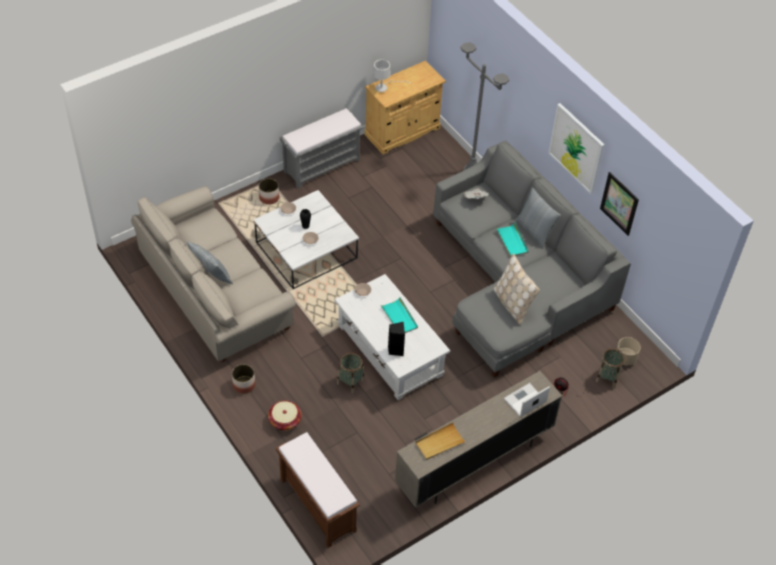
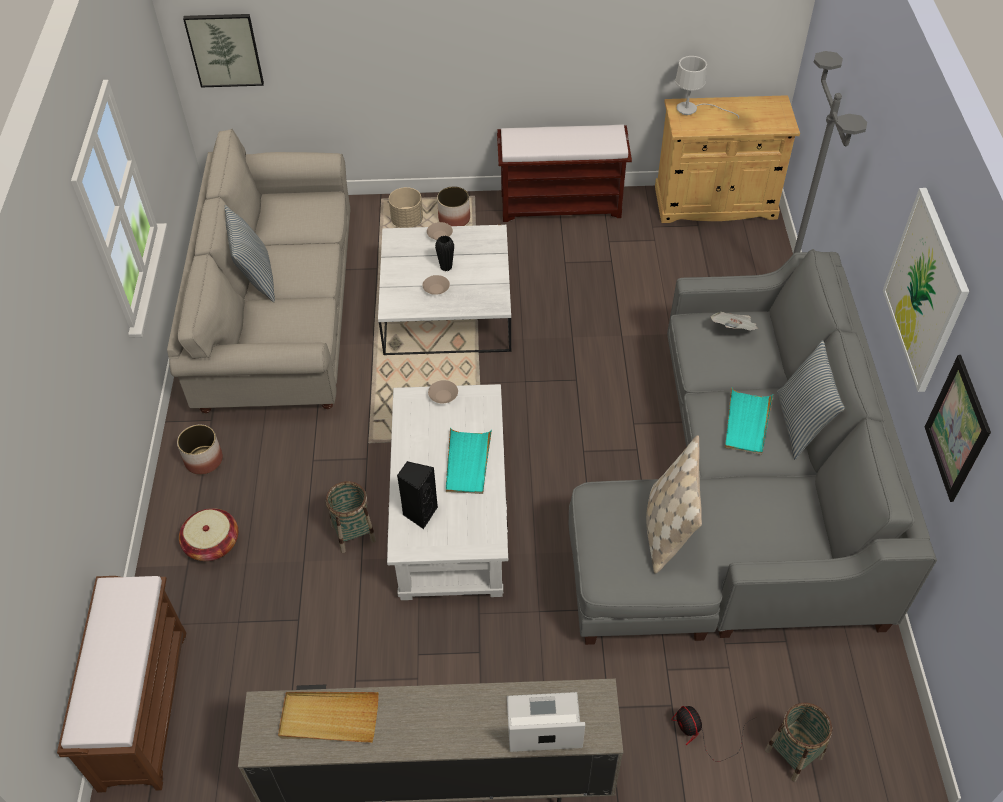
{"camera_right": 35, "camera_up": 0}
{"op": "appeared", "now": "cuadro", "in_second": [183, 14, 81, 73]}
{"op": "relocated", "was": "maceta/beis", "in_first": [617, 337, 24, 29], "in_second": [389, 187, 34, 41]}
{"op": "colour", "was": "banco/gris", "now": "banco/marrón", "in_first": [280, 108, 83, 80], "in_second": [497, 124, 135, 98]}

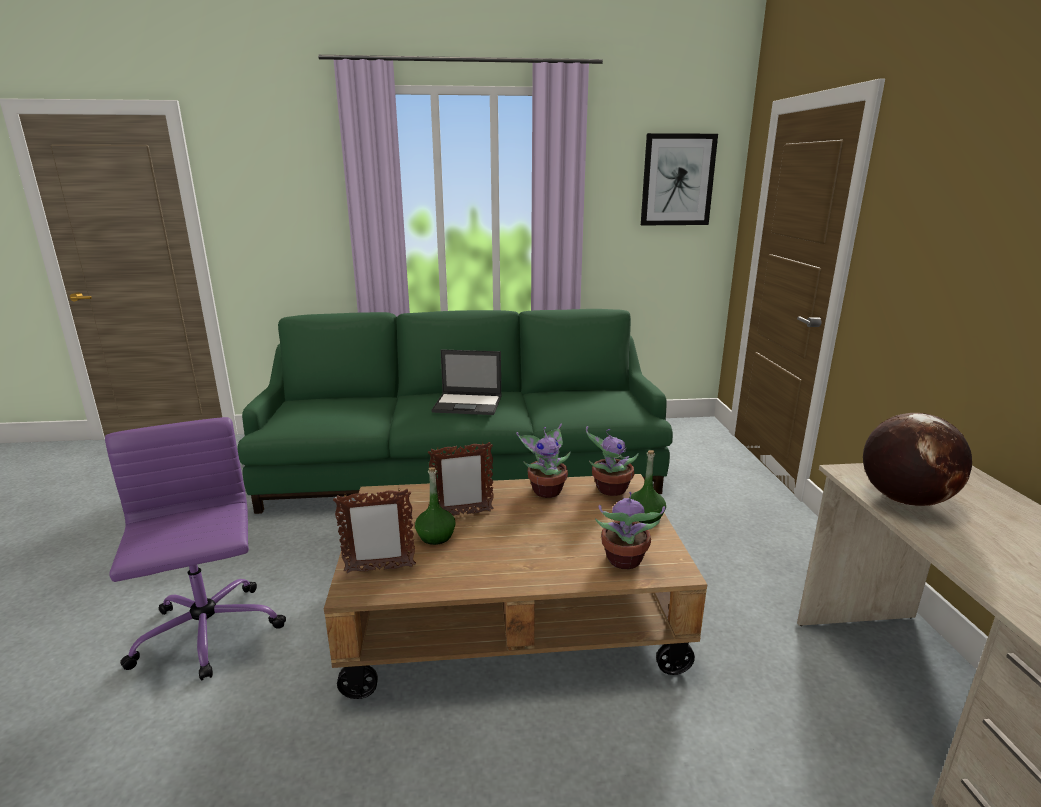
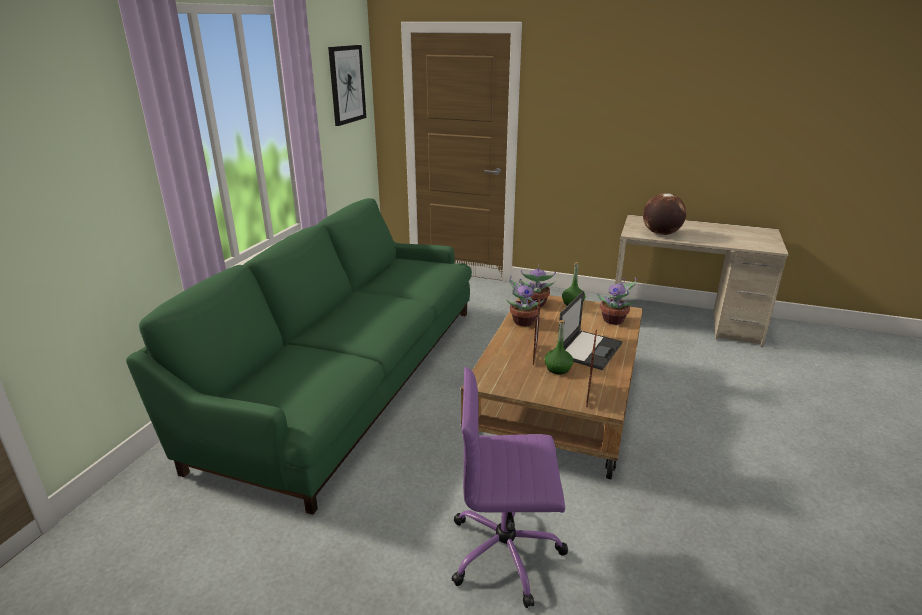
{"camera_right": -65, "camera_up": 5}
{"op": "relocated", "was": "portátil", "in_first": [432, 349, 70, 66], "in_second": [558, 291, 65, 79]}

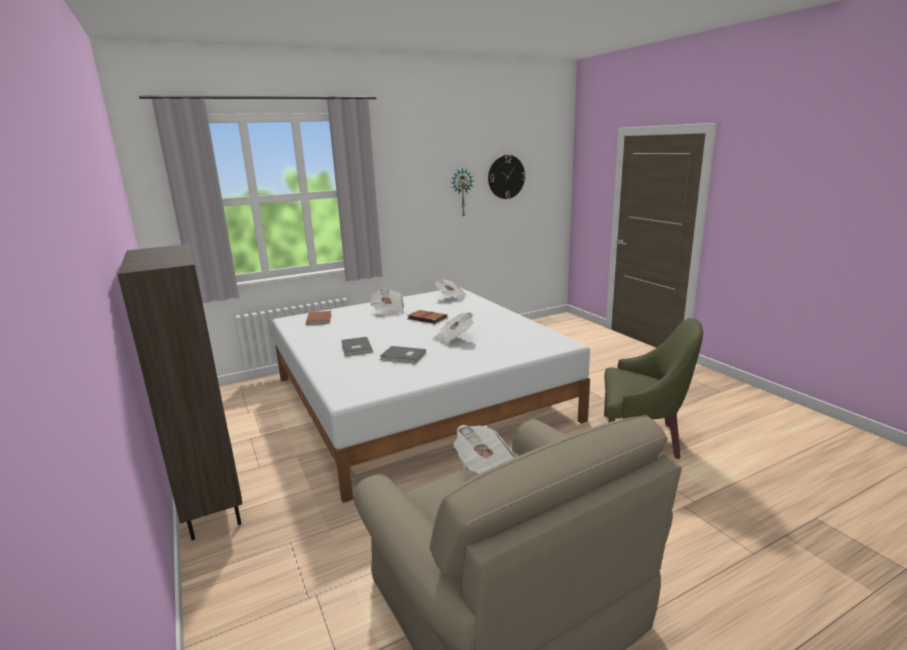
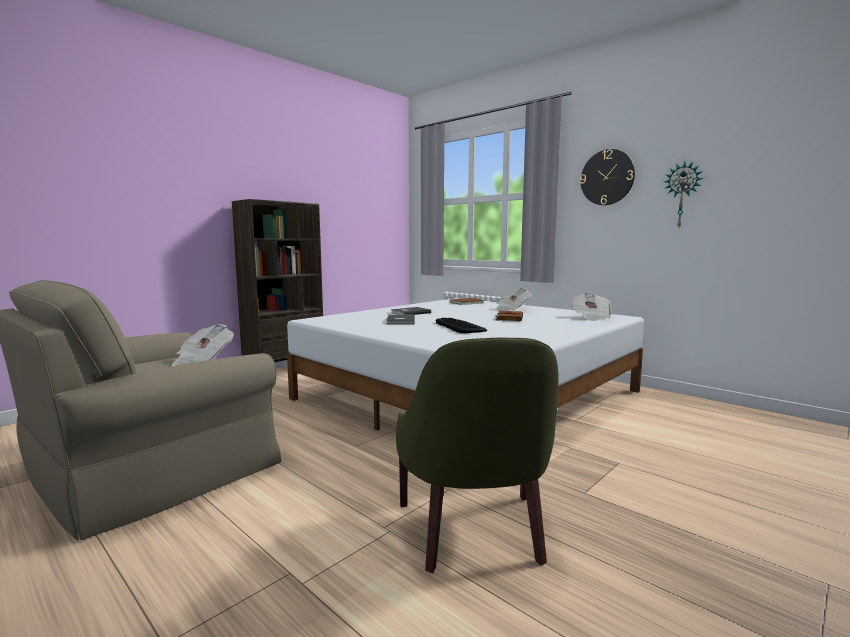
{"camera_right": 70, "camera_up": -10}
{"op": "relocated", "was": "reloj de pared", "in_first": [488, 155, 38, 44], "in_second": [580, 149, 55, 56]}
{"op": "exchanged", "was": "periódico", "now": "teclado", "in_first": [432, 312, 42, 32], "in_second": [435, 318, 52, 15]}

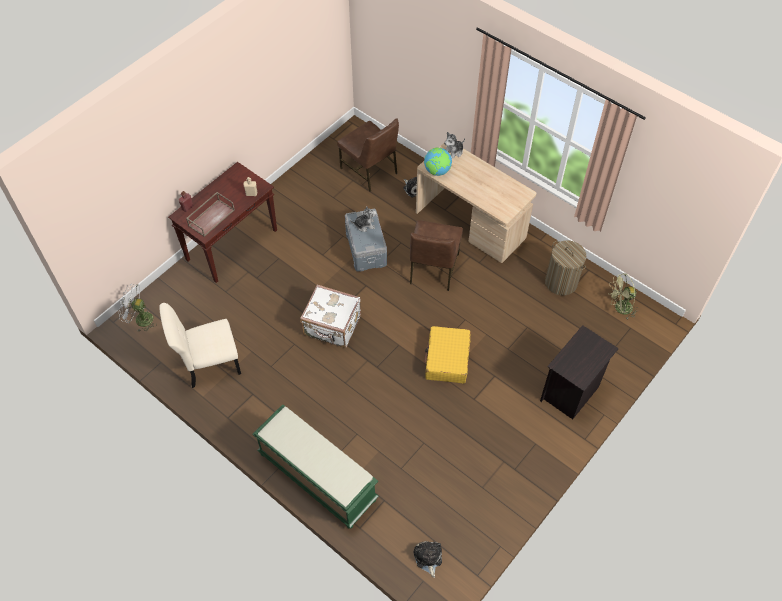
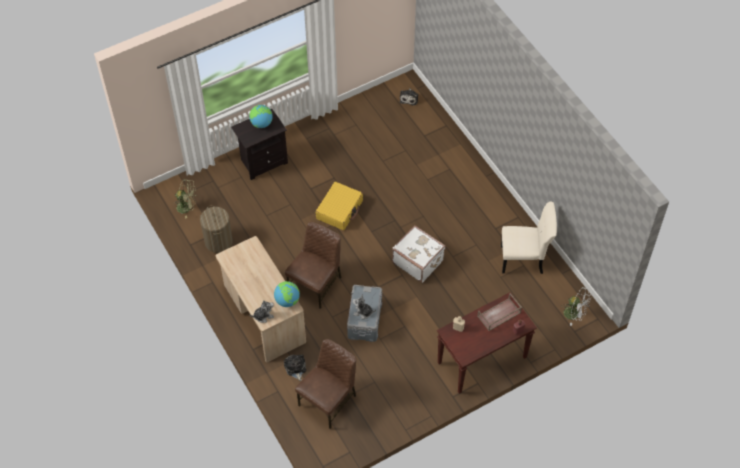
{"camera_right": -160, "camera_up": 0}
{"op": "missing", "was": "banco/verde", "in_first": [252, 404, 127, 125]}
{"op": "appeared", "now": "globo terráqueo", "in_second": [249, 105, 24, 23]}
{"op": "spun", "was": "silla/marrón", "in_first": [337, 119, 62, 73], "in_second": [295, 339, 61, 90], "clockwise": 60}

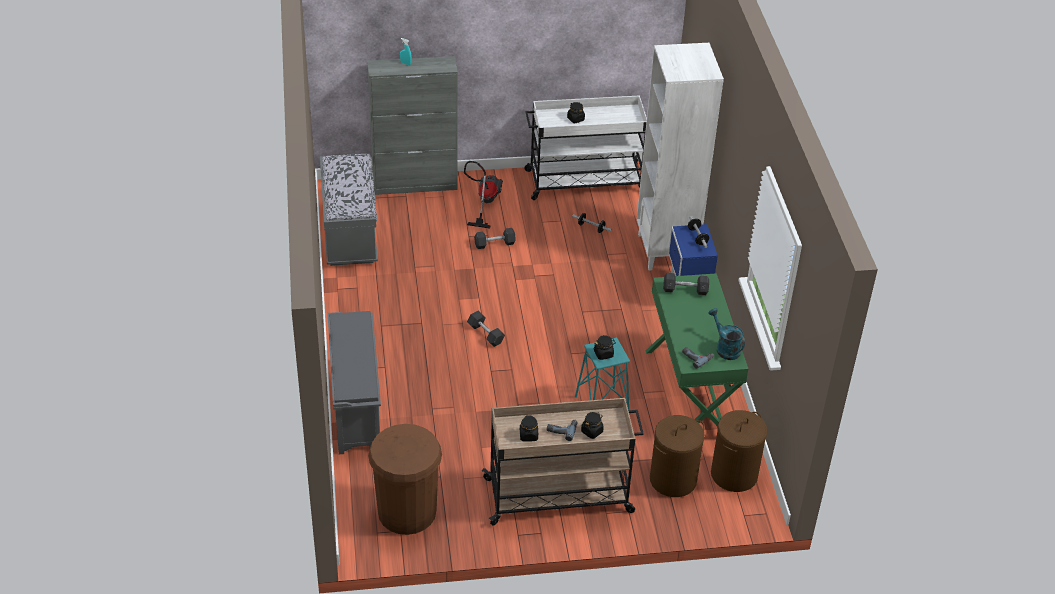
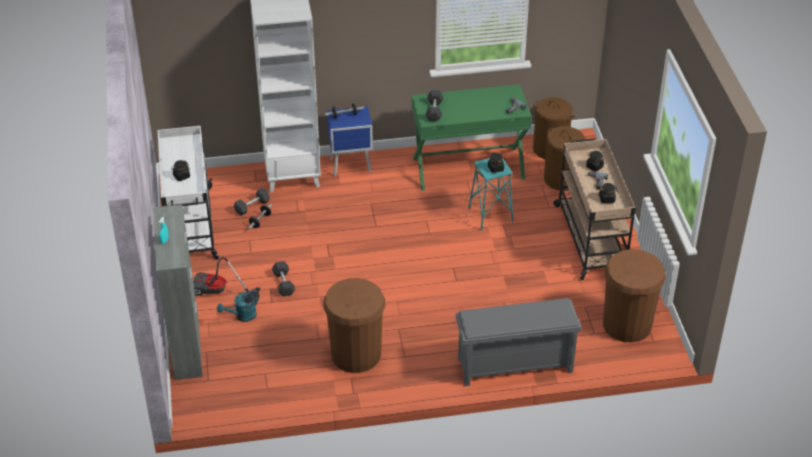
{"camera_right": -90, "camera_up": 0}
{"op": "missing", "was": "banco/gris", "in_first": [320, 154, 58, 112]}
{"op": "appeared", "now": "papelera/marrón", "in_second": [323, 278, 62, 95]}
{"op": "relocated", "was": "mancuerna/gris", "in_first": [467, 311, 38, 36], "in_second": [234, 188, 36, 28]}
{"op": "relocated", "was": "regadera/turquesa", "in_first": [708, 308, 37, 52], "in_second": [217, 290, 42, 32]}

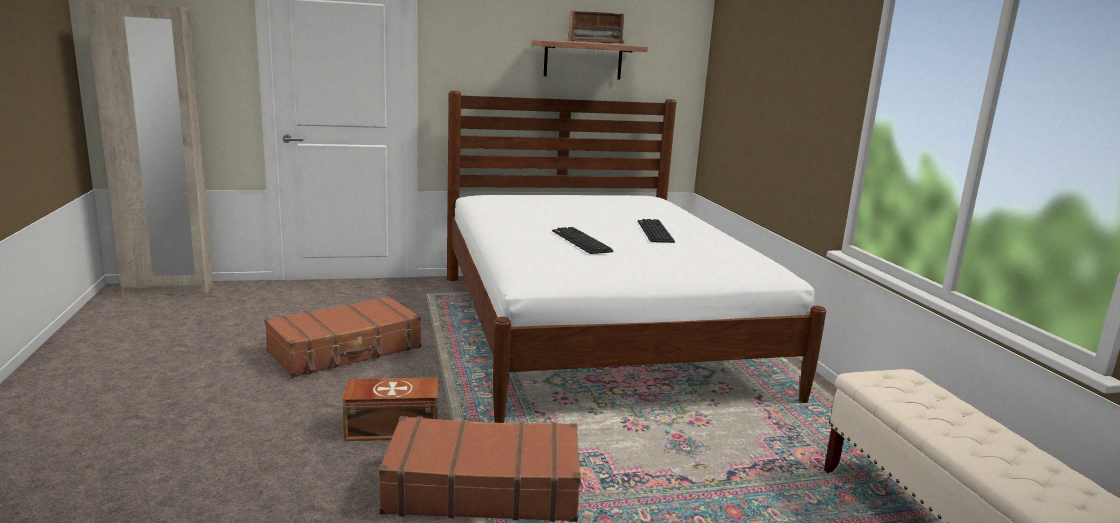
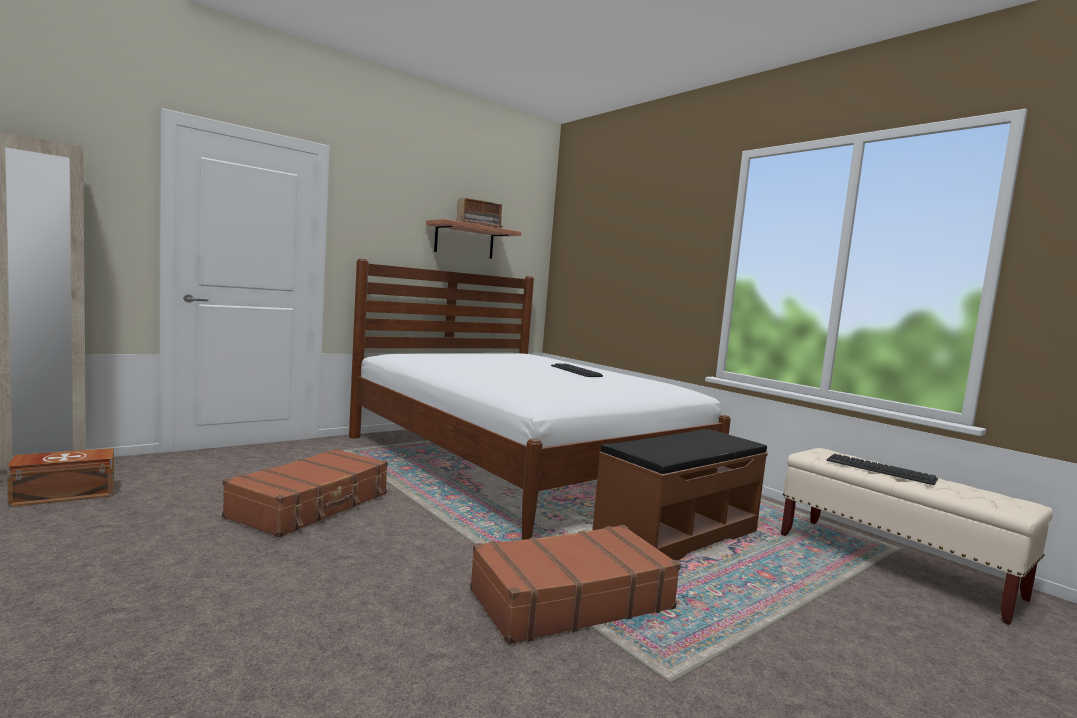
{"camera_right": -25, "camera_up": -10}
{"op": "appeared", "now": "banco/marrón", "in_second": [592, 429, 176, 132]}
{"op": "relocated", "was": "caja de almacenaje/marrón", "in_first": [342, 378, 96, 63], "in_second": [7, 448, 107, 59]}
{"op": "relocated", "was": "teclado", "in_first": [552, 227, 62, 27], "in_second": [827, 454, 111, 31]}

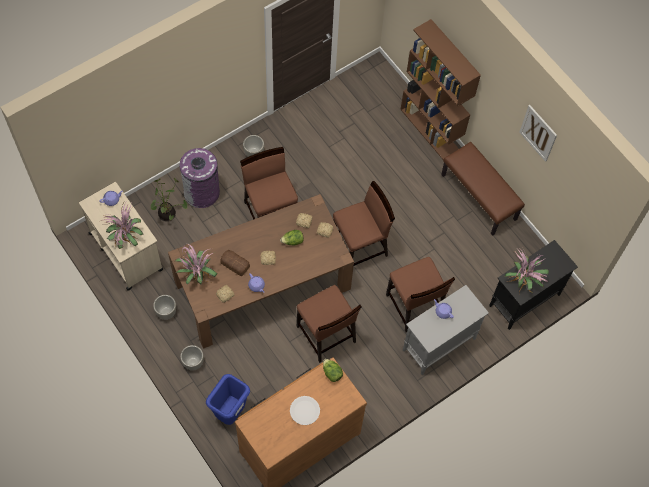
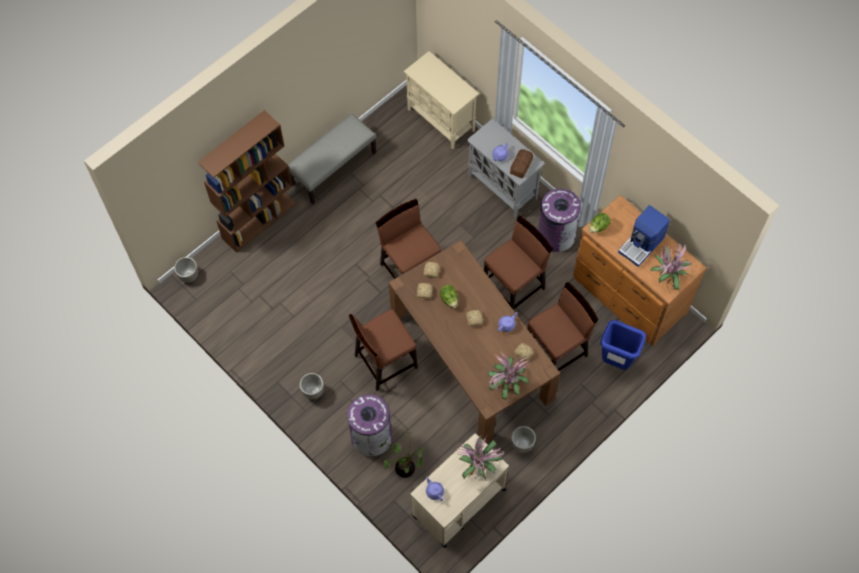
{"camera_right": -95, "camera_up": 0}
{"op": "missing", "was": "cuadro", "in_first": [519, 105, 38, 57]}
{"op": "appeared", "now": "papelera/morado", "in_second": [538, 189, 43, 63]}
{"op": "relocated", "was": "maceta/gris", "in_first": [180, 345, 24, 26], "in_second": [174, 257, 24, 26]}
{"op": "relocated", "was": "pan", "in_first": [220, 250, 30, 27], "in_second": [510, 149, 23, 29]}
{"op": "relocated", "was": "silla/marrón", "in_first": [386, 257, 69, 75], "in_second": [527, 282, 71, 89]}
{"op": "relocated", "was": "planta en maceta", "in_first": [505, 249, 44, 44], "in_second": [650, 244, 45, 49]}
{"op": "exchanged", "was": "plato/blanco", "now": "cafetera", "in_first": [290, 396, 30, 29], "in_second": [618, 205, 52, 62]}
{"op": "colour", "was": "banco/marrón", "now": "banco/gris", "in_first": [441, 142, 84, 94], "in_second": [288, 113, 89, 92]}
{"op": "colour", "was": "armario/negro", "now": "armario/beis", "in_first": [489, 240, 89, 90], "in_second": [404, 51, 75, 98]}

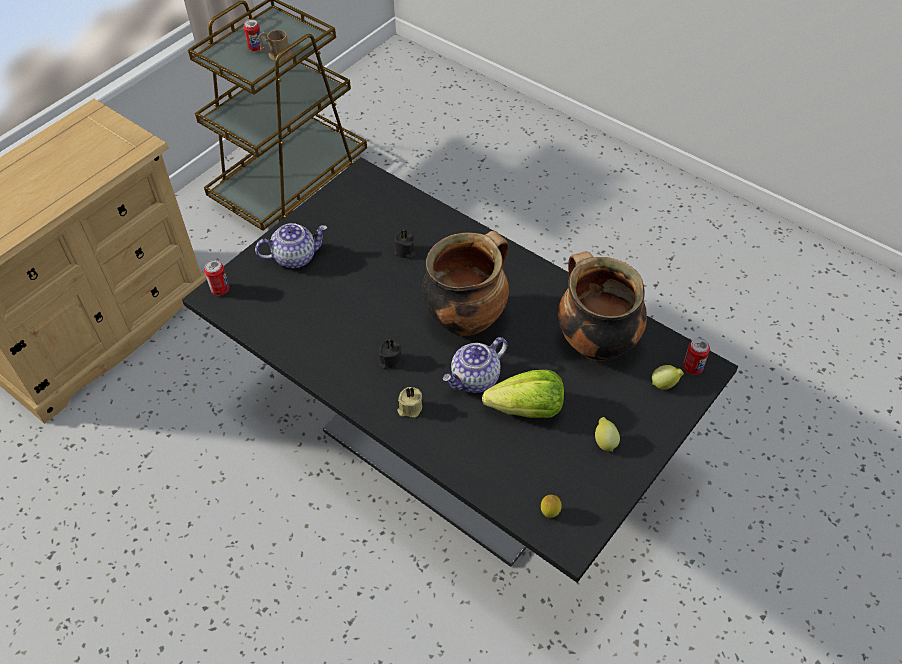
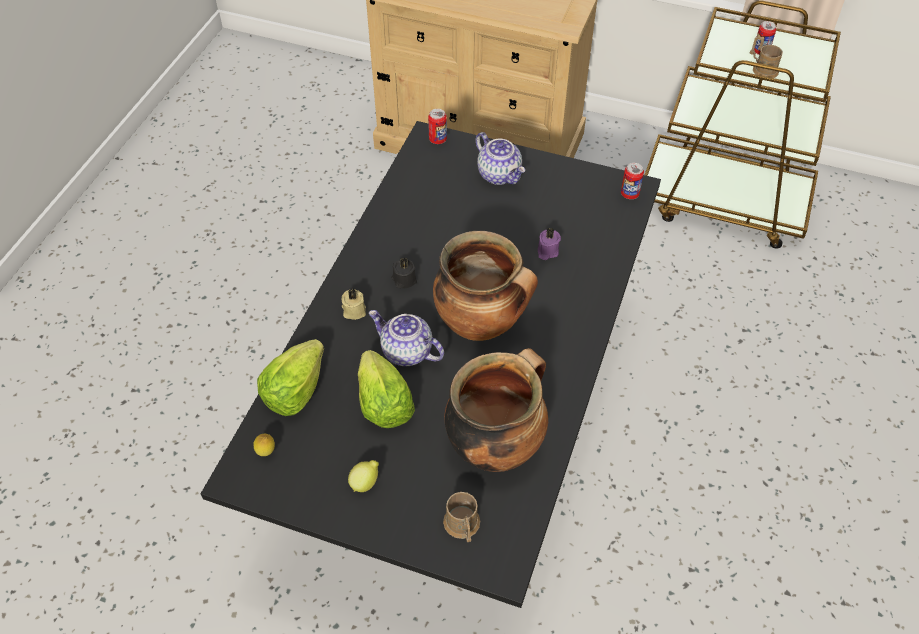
{"camera_right": 70, "camera_up": 0}
{"op": "appeared", "now": "lechuga", "in_second": [257, 339, 67, 77]}
{"op": "relocated", "was": "lata", "in_first": [683, 338, 27, 37], "in_second": [621, 163, 23, 36]}
{"op": "exchanged", "was": "limón", "now": "taza grande/marrón", "in_first": [652, 365, 32, 25], "in_second": [443, 492, 37, 50]}
{"op": "colour", "was": "vela/negro", "now": "vela/morado", "in_first": [395, 229, 21, 30], "in_second": [538, 227, 23, 33]}

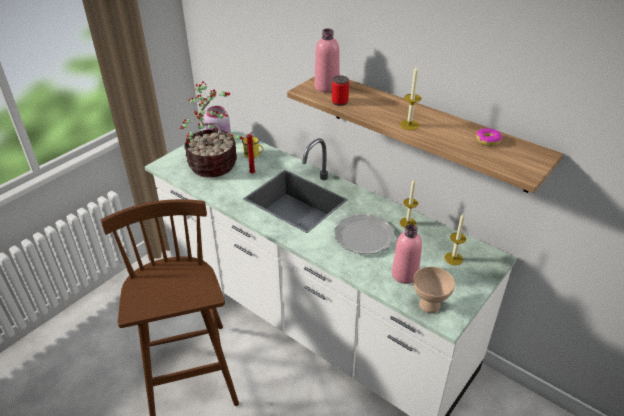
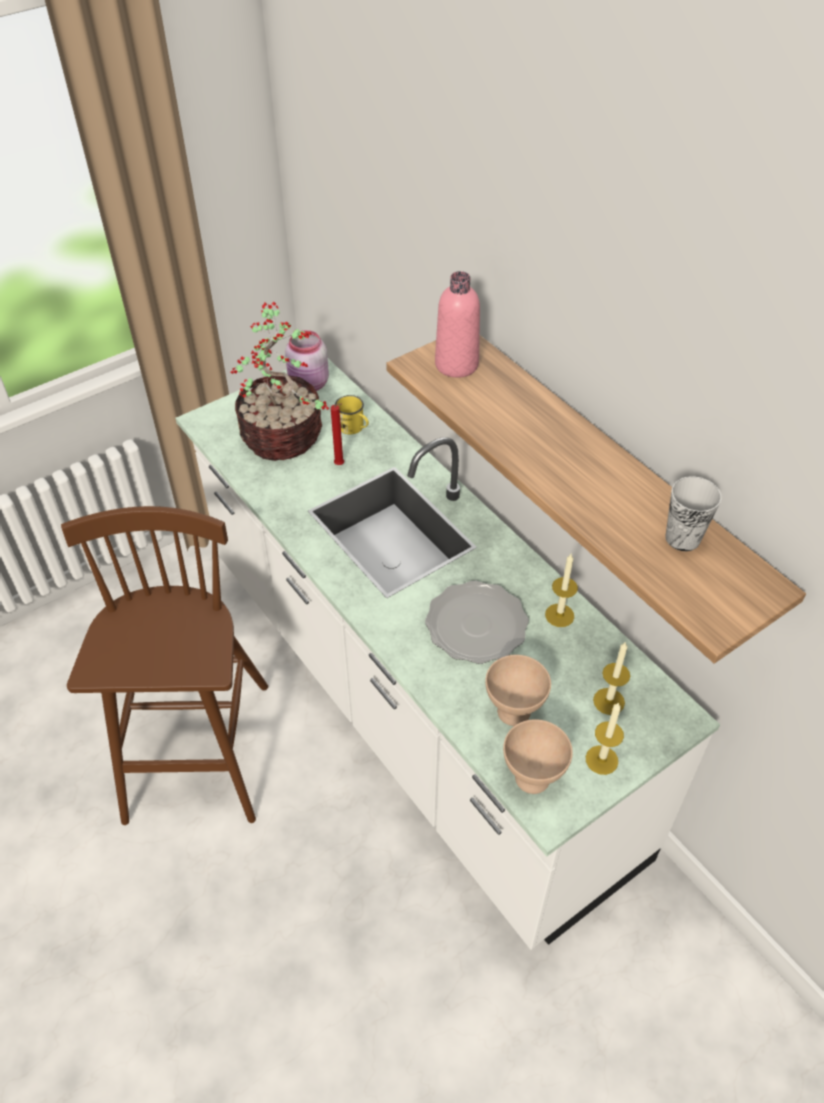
{"camera_right": 15, "camera_up": 10}
{"op": "missing", "was": "lata", "in_first": [332, 76, 17, 30]}
{"op": "relocated", "was": "vela", "in_first": [400, 65, 21, 65], "in_second": [586, 702, 38, 73]}
{"op": "exchanged", "was": "botella/rosa", "now": "cuenco/beis", "in_first": [392, 224, 30, 60], "in_second": [485, 655, 66, 71]}
{"op": "exchanged", "was": "rosquilla", "now": "taza", "in_first": [476, 128, 26, 18], "in_second": [665, 476, 57, 75]}

